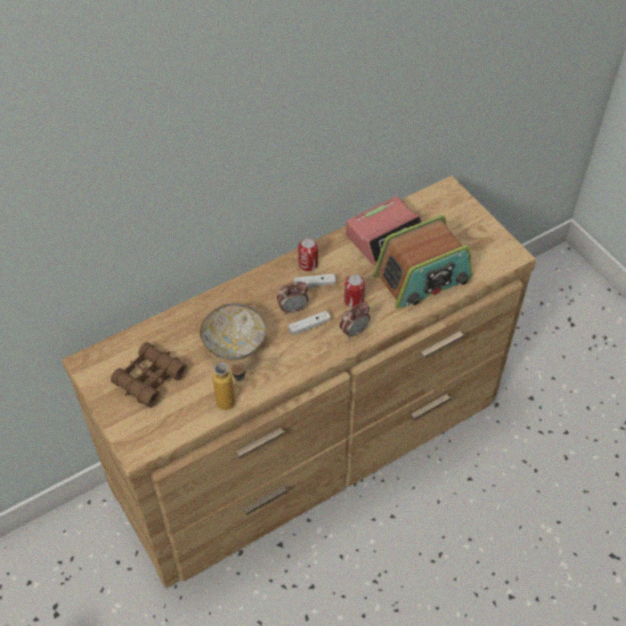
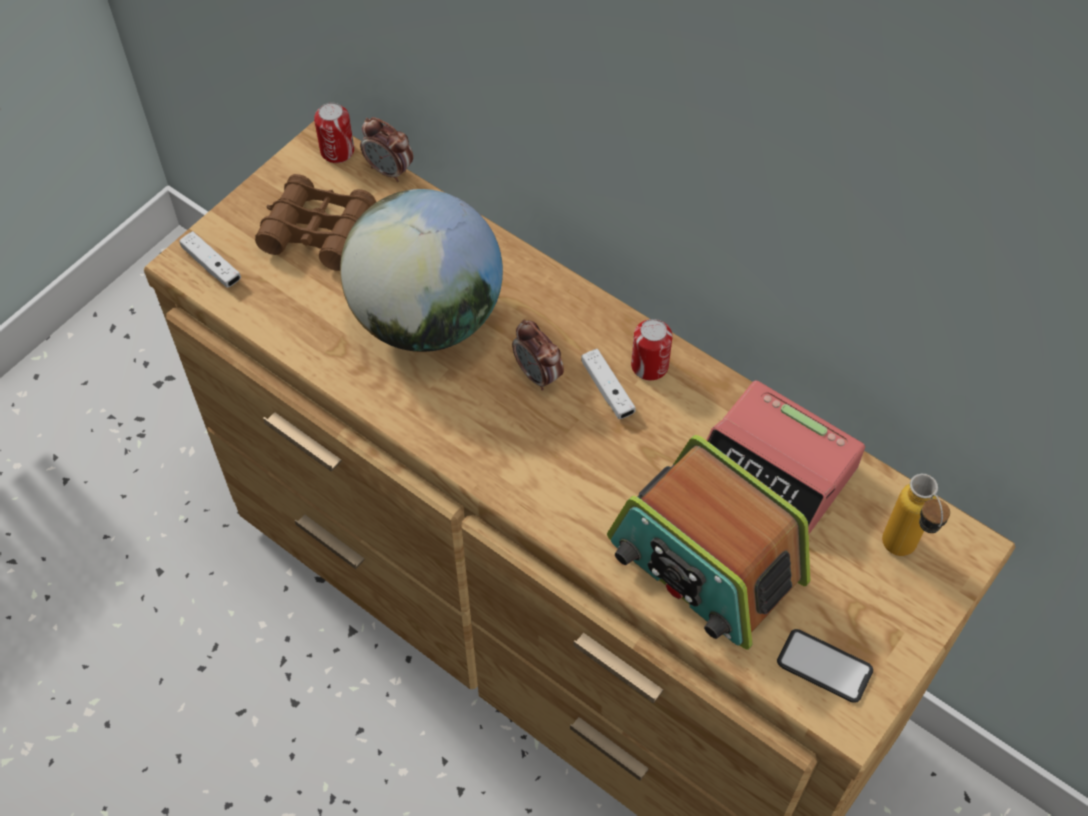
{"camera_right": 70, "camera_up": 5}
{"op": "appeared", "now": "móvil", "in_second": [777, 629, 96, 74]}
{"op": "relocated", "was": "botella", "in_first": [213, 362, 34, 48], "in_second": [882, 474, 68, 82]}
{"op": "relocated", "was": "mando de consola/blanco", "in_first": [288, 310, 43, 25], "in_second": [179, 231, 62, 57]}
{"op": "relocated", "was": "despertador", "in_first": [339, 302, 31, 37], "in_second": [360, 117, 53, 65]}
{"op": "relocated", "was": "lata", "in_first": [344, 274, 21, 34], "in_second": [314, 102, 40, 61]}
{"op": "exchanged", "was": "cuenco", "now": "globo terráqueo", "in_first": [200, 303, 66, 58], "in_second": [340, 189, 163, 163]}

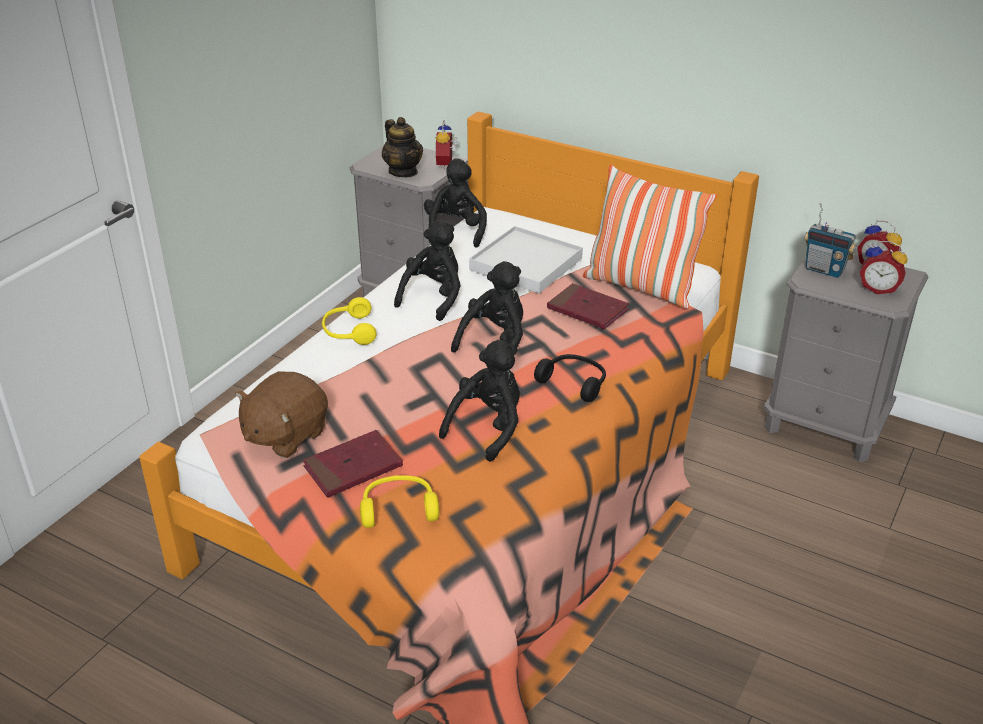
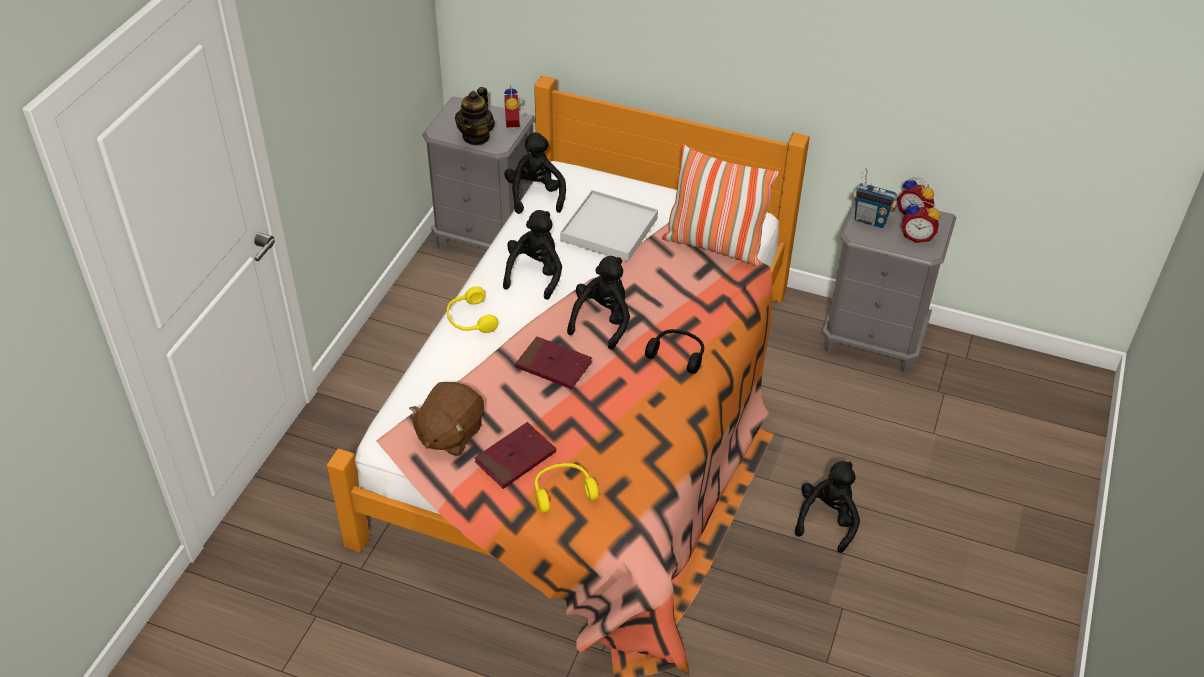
{"camera_right": -10, "camera_up": 10}
{"op": "relocated", "was": "peluche/negro", "in_first": [439, 340, 81, 122], "in_second": [795, 461, 65, 92]}
{"op": "relocated", "was": "libro/rojo", "in_first": [547, 283, 82, 46], "in_second": [515, 337, 77, 52]}
{"op": "spun", "was": "tetera", "in_first": [382, 117, 41, 60], "in_second": [455, 87, 40, 58], "clockwise": 60}

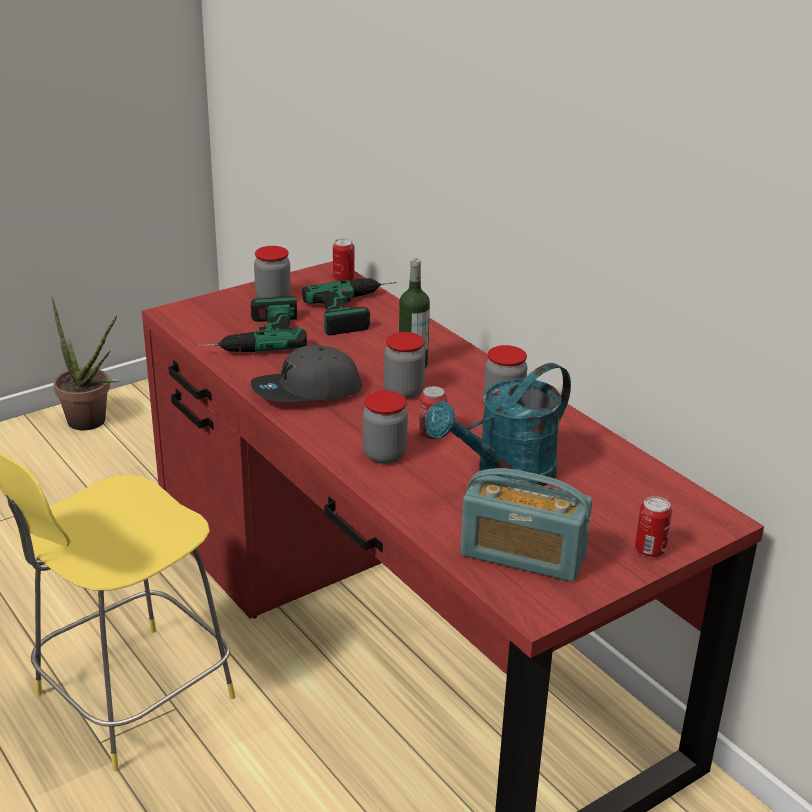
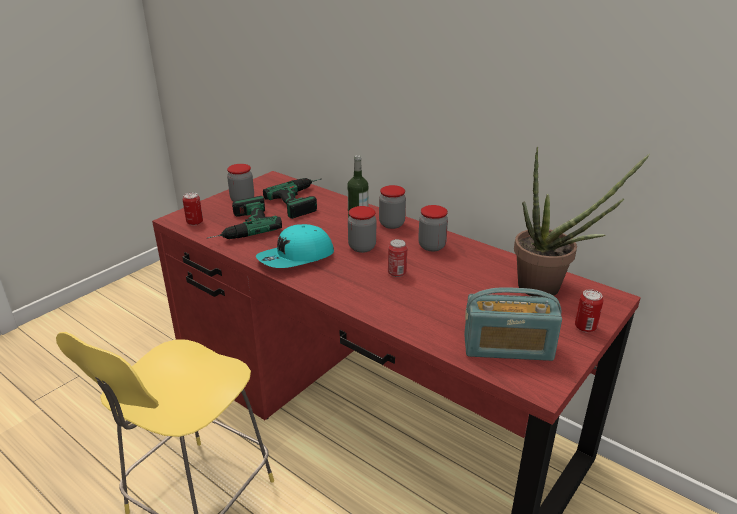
{"camera_right": -15, "camera_up": 0}
{"op": "missing", "was": "regadera/turquesa", "in_first": [425, 363, 146, 123]}
{"op": "relocated", "was": "planta en maceta", "in_first": [51, 296, 69, 134], "in_second": [514, 146, 136, 151]}
{"op": "relocated", "was": "lata", "in_first": [333, 239, 21, 42], "in_second": [183, 192, 20, 34]}
{"op": "relocated", "was": "tarro", "in_first": [363, 391, 45, 73], "in_second": [379, 185, 27, 44]}
{"op": "colour", "was": "gorra/gris", "now": "gorra/turquesa", "in_first": [251, 345, 111, 57], "in_second": [256, 224, 78, 44]}

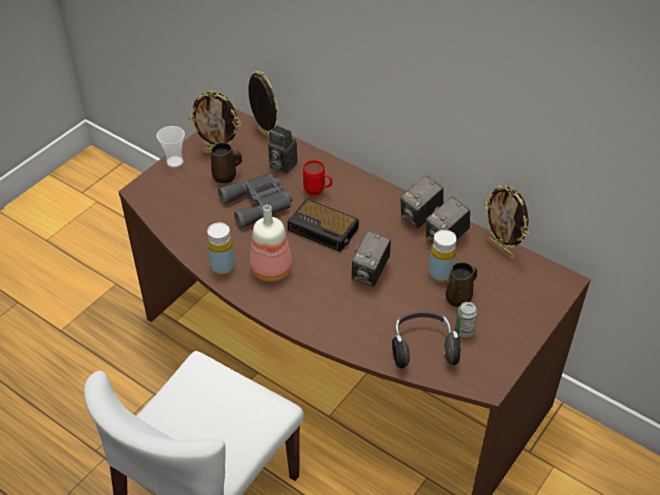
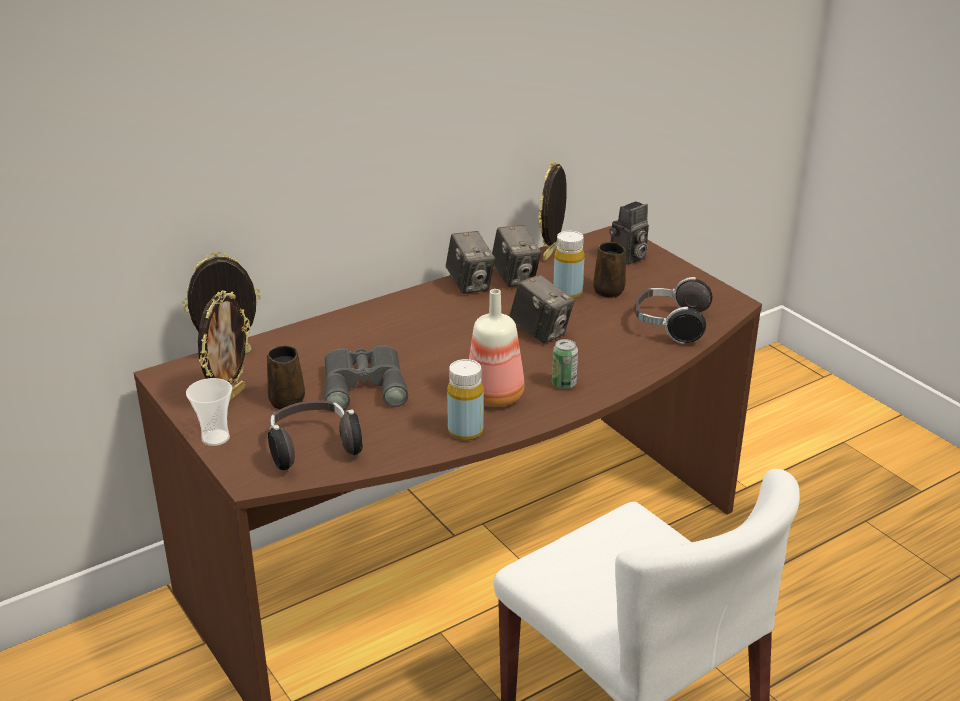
{"camera_right": -70, "camera_up": -15}
{"op": "missing", "was": "despertador", "in_first": [287, 199, 72, 53]}
{"op": "missing", "was": "taza grande/rojo", "in_first": [303, 160, 30, 36]}
{"op": "appeared", "now": "auriculares", "in_second": [268, 400, 94, 70]}
{"op": "relocated", "was": "cámara", "in_first": [268, 125, 29, 49], "in_second": [609, 201, 40, 64]}
{"op": "relocated", "was": "lata", "in_first": [455, 302, 23, 36], "in_second": [552, 339, 26, 50]}
{"op": "spun", "was": "portarretratos", "in_first": [484, 185, 45, 74], "in_second": [538, 160, 29, 101], "clockwise": 135}

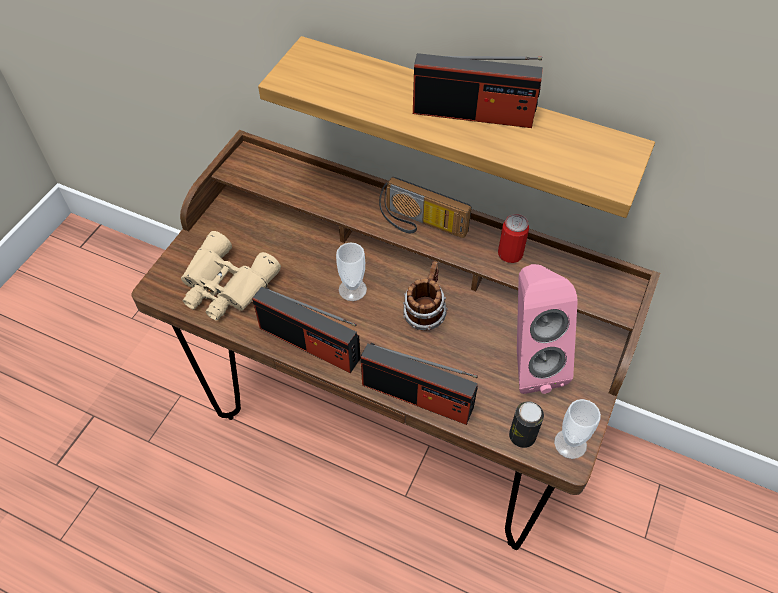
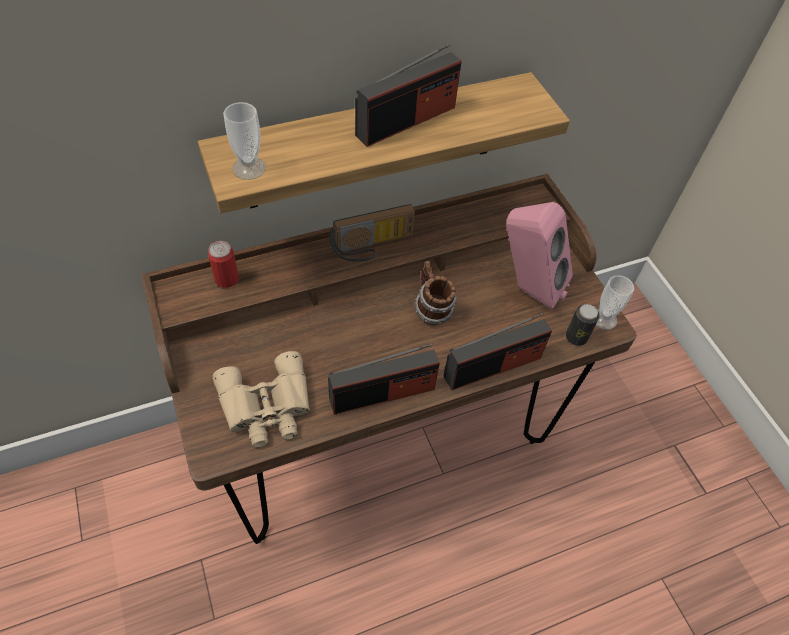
{"camera_right": -50, "camera_up": 0}
{"op": "relocated", "was": "taza", "in_first": [336, 242, 31, 59], "in_second": [223, 102, 43, 78]}
{"op": "relocated", "was": "lata", "in_first": [498, 214, 31, 49], "in_second": [208, 241, 31, 47]}

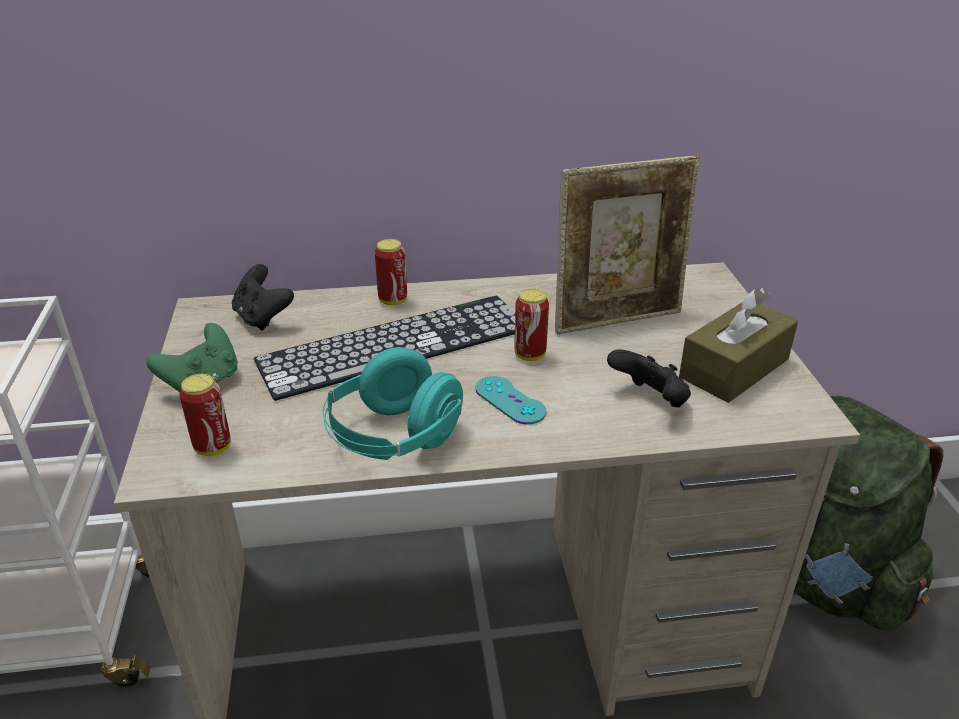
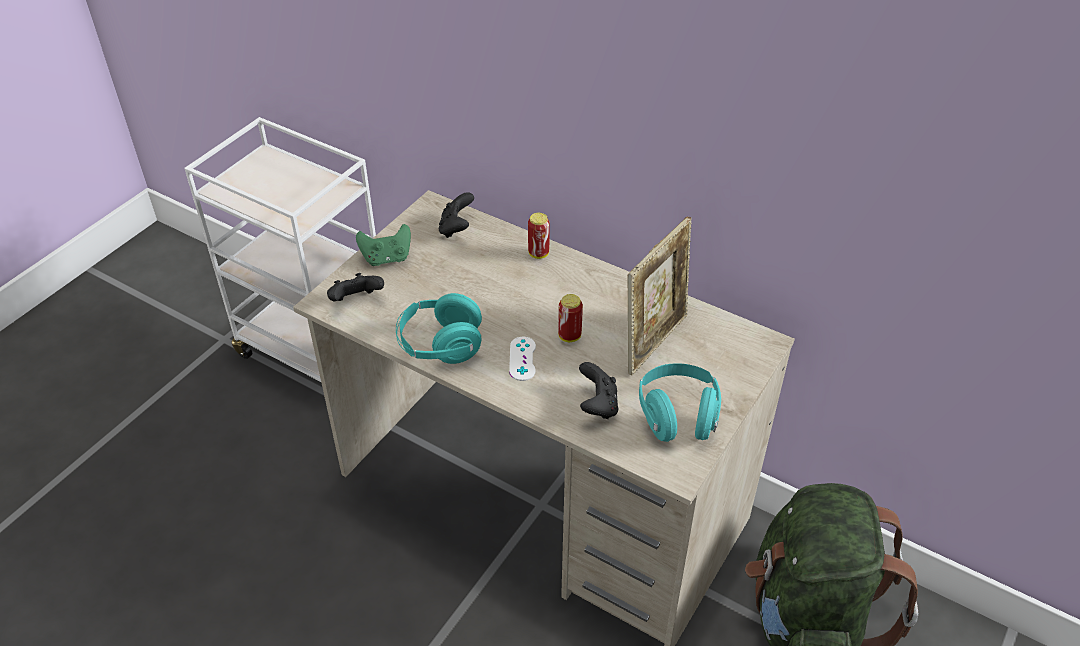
{"camera_right": 40, "camera_up": 10}
{"op": "missing", "was": "teclado", "in_first": [254, 296, 261, 105]}
{"op": "exchanged", "was": "lata", "now": "mando de consola/negro", "in_first": [179, 374, 52, 82], "in_second": [327, 273, 57, 28]}
{"op": "exchanged", "was": "caja de pañuelos/marrón", "now": "auriculares/turquesa", "in_first": [679, 288, 119, 115], "in_second": [639, 363, 82, 79]}
{"op": "colour", "was": "mando de consola/turquesa", "now": "mando de consola/blanco", "in_first": [475, 376, 71, 48], "in_second": [509, 337, 27, 44]}
{"op": "spun", "was": "portarretratos", "in_first": [555, 155, 145, 179], "in_second": [628, 216, 64, 160], "clockwise": -75}

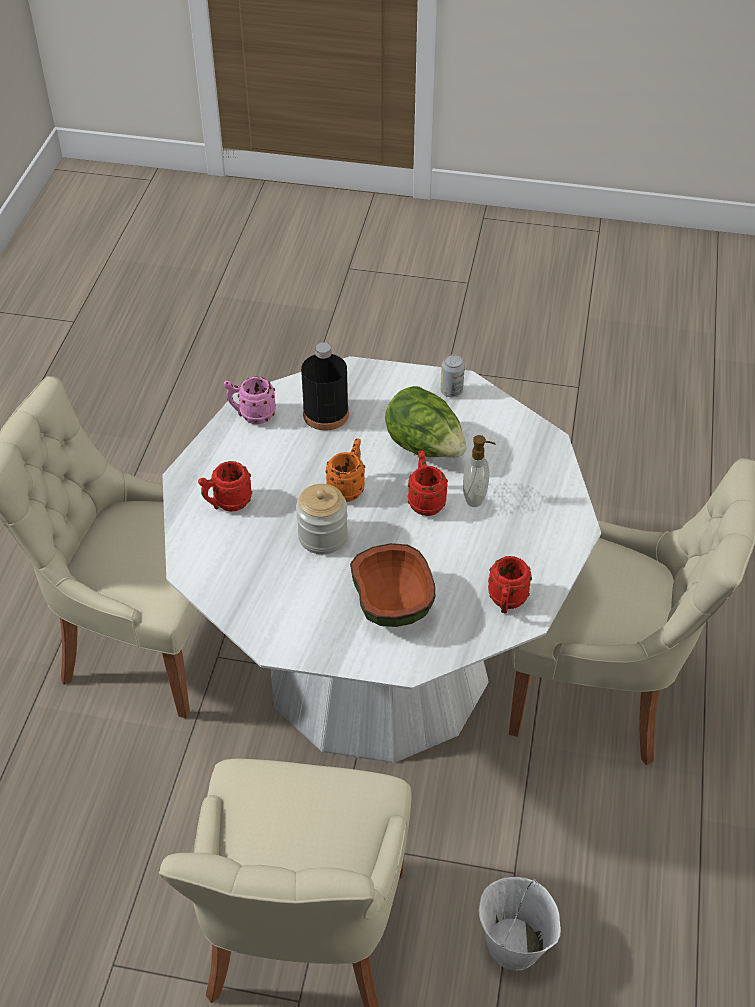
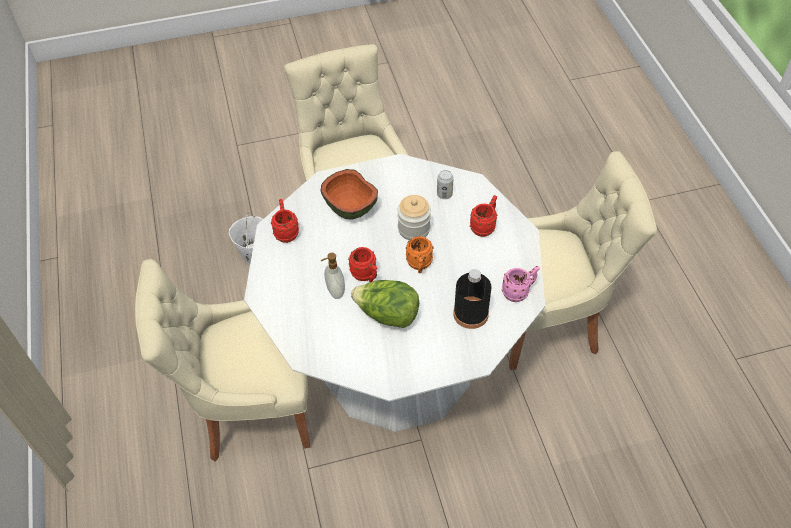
{"camera_right": 155, "camera_up": 5}
{"op": "relocated", "was": "lata", "in_first": [441, 354, 24, 44], "in_second": [437, 170, 17, 29]}

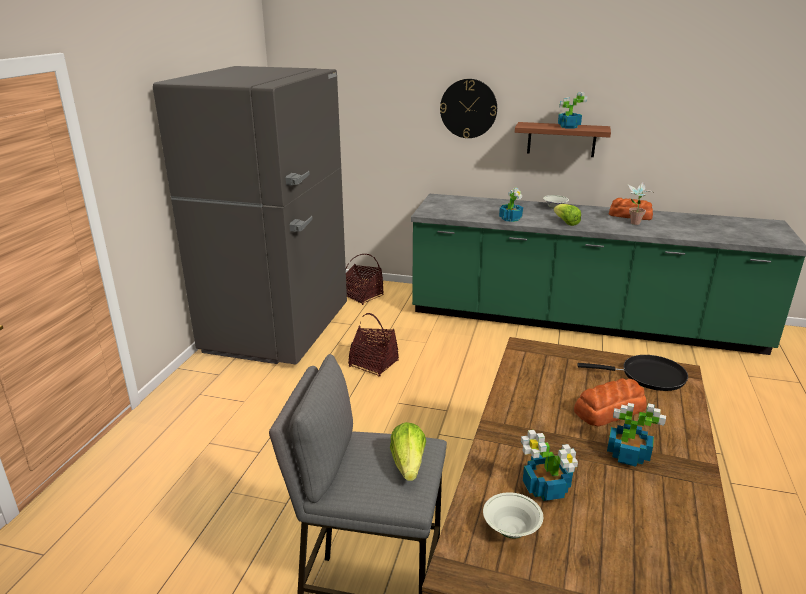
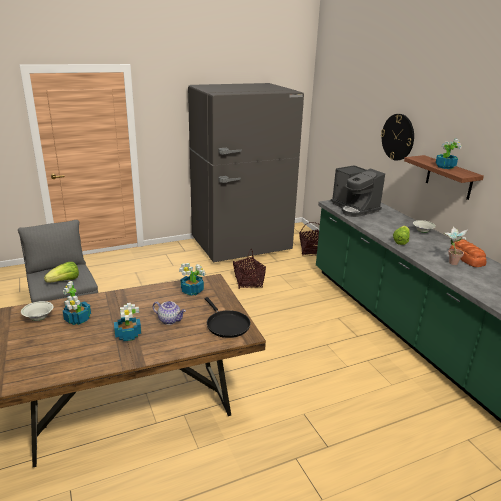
{"camera_right": 50, "camera_up": 0}
{"op": "appeared", "now": "cafetera", "in_second": [331, 165, 54, 52]}
{"op": "relocated", "was": "planta en maceta", "in_first": [499, 188, 24, 34], "in_second": [179, 263, 26, 33]}
{"op": "exchanged", "was": "pan", "now": "tetera", "in_first": [574, 378, 73, 48], "in_second": [153, 301, 33, 24]}

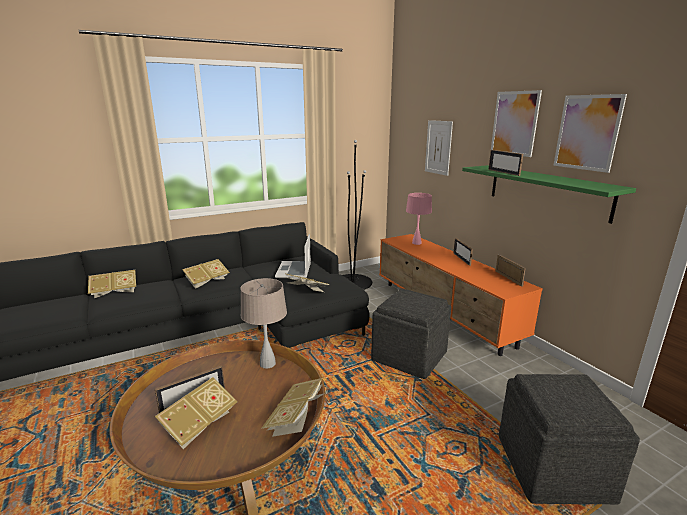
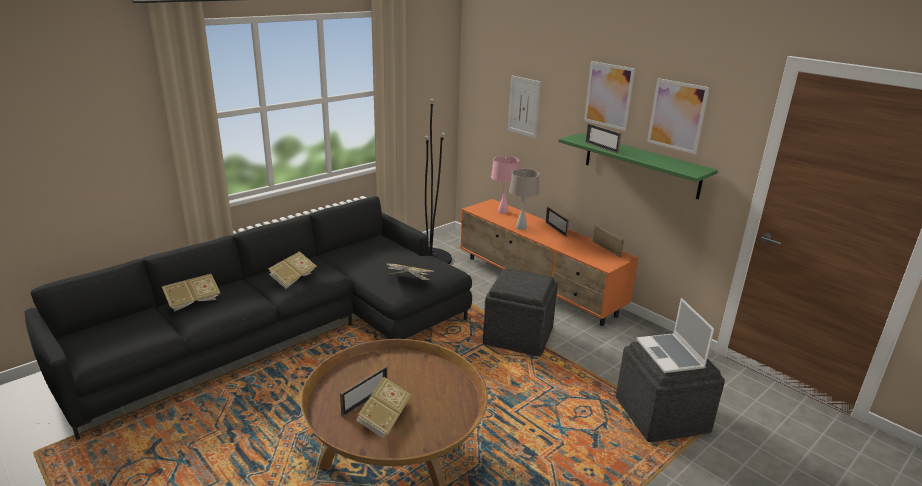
{"camera_right": -15, "camera_up": 5}
{"op": "missing", "was": "libro", "in_first": [261, 378, 64, 59]}
{"op": "relocated", "was": "lámpara de mesa/beis", "in_first": [240, 278, 47, 91], "in_second": [509, 169, 30, 61]}
{"op": "relocated", "was": "portátil", "in_first": [275, 234, 36, 44], "in_second": [636, 298, 78, 75]}

